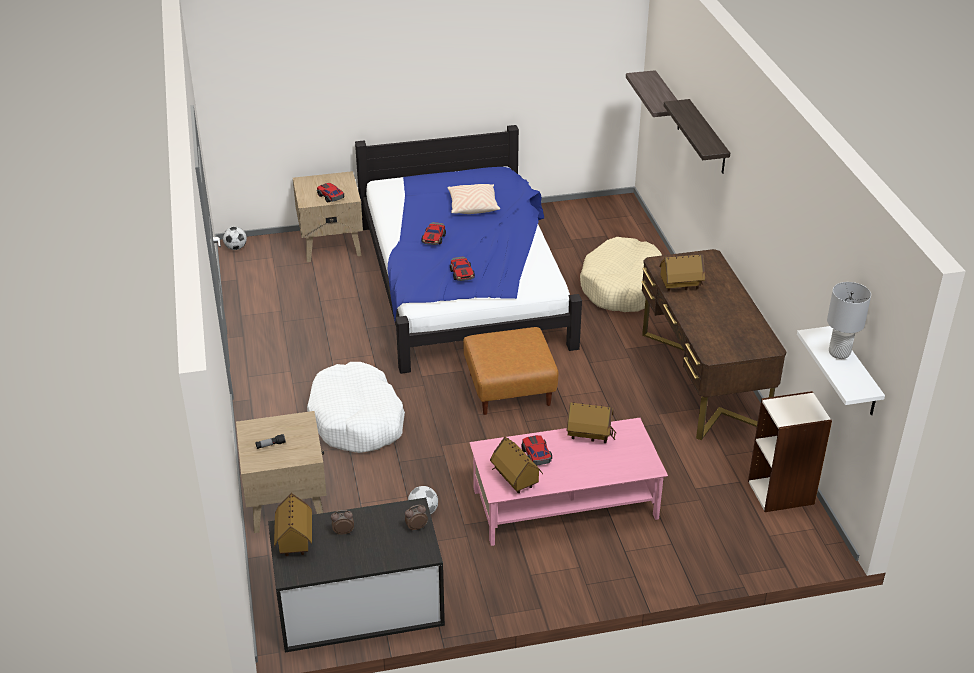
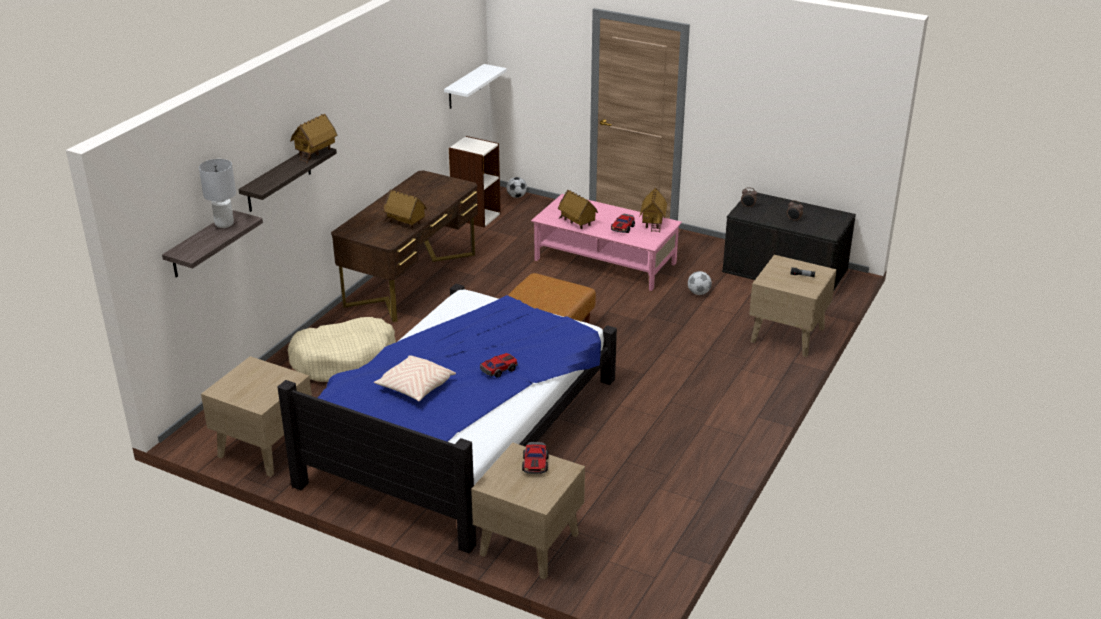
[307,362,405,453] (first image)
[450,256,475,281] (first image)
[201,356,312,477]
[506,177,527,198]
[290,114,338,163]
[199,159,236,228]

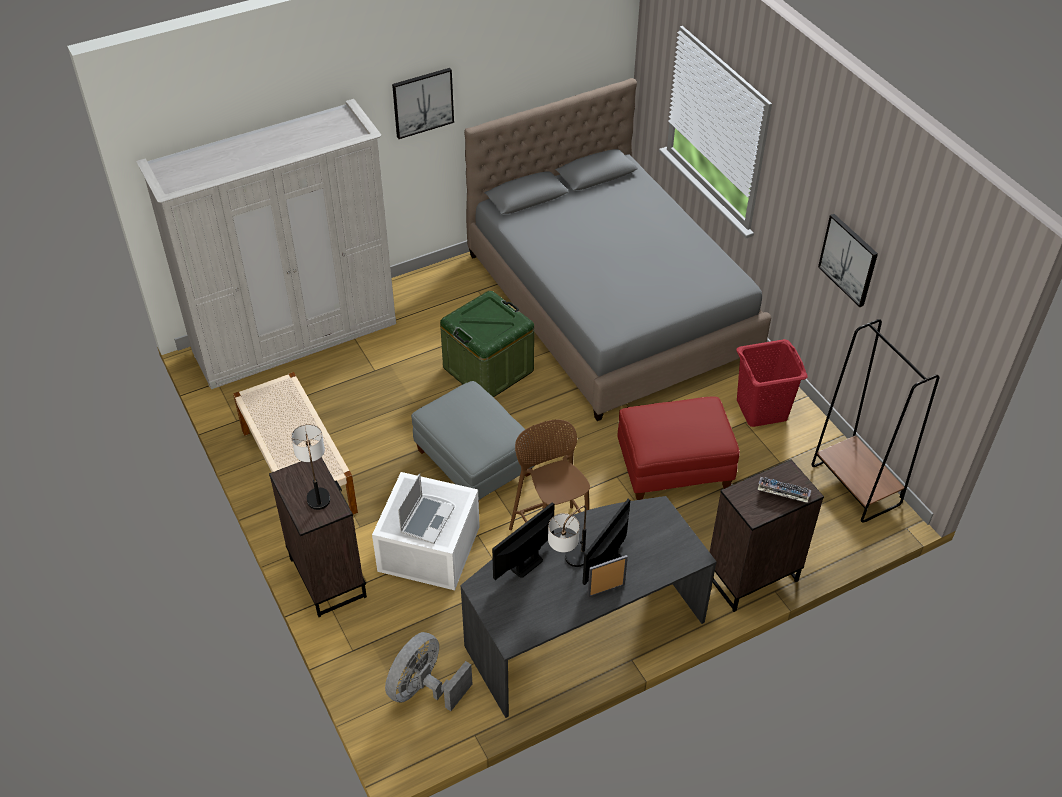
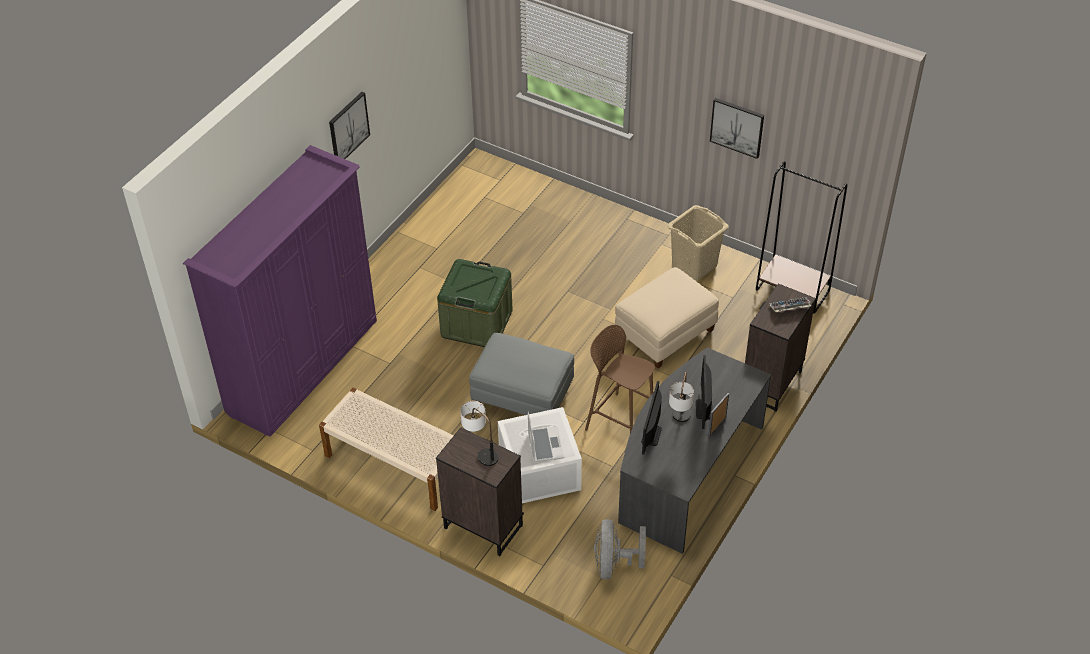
[464,78,771,421] (first image)
[183,145,377,437]
[615,267,719,368]
[667,205,729,281]

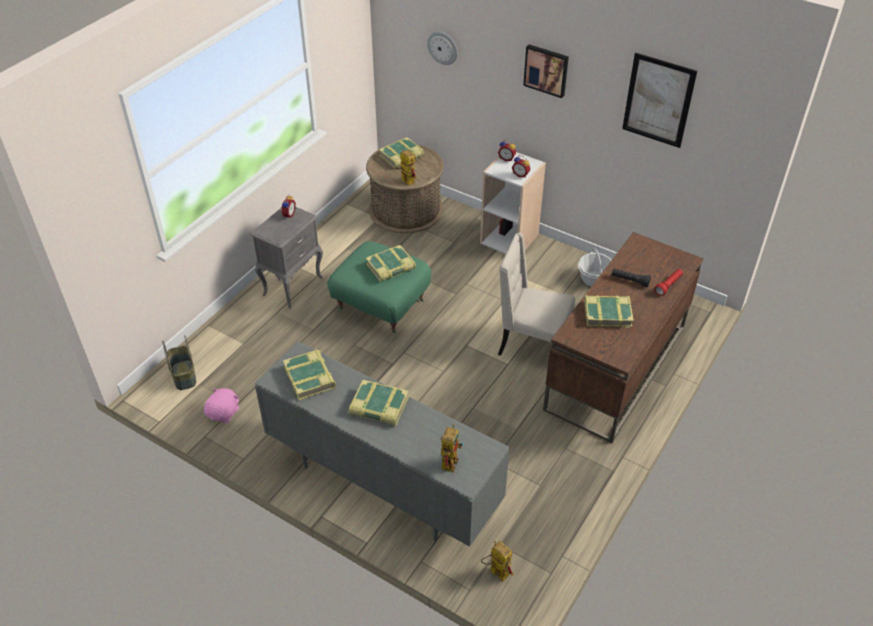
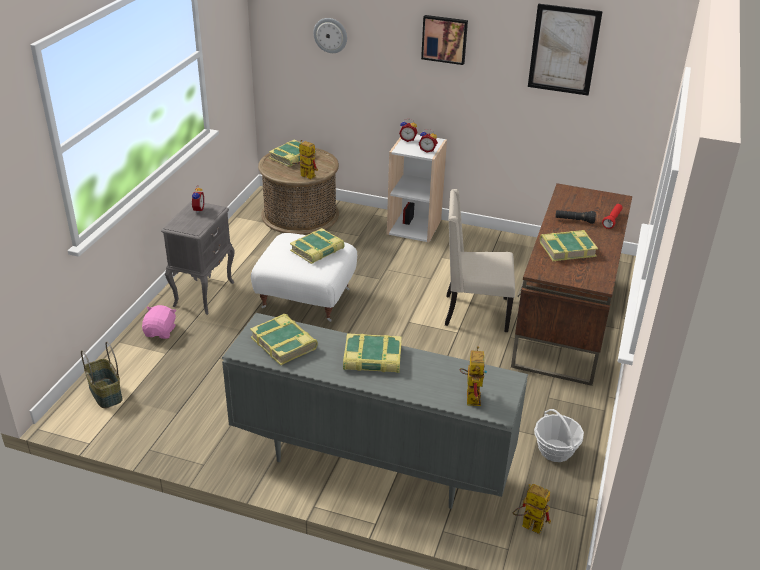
[142,305,176,339]
[534,409,584,462]
[251,233,357,322]

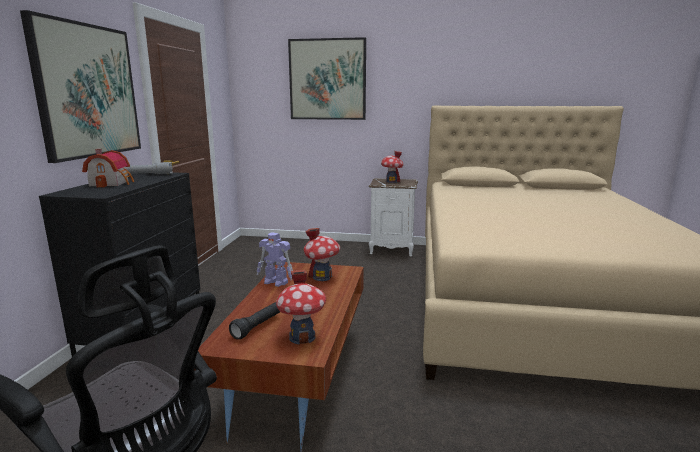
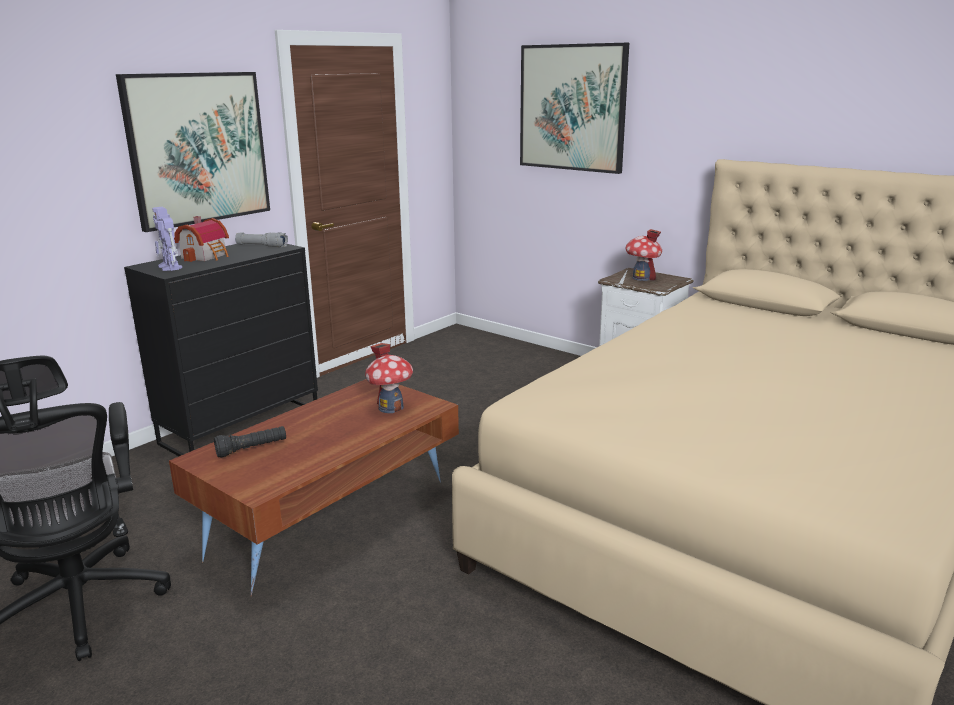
[276,270,326,344] (first image)
[152,207,182,271]

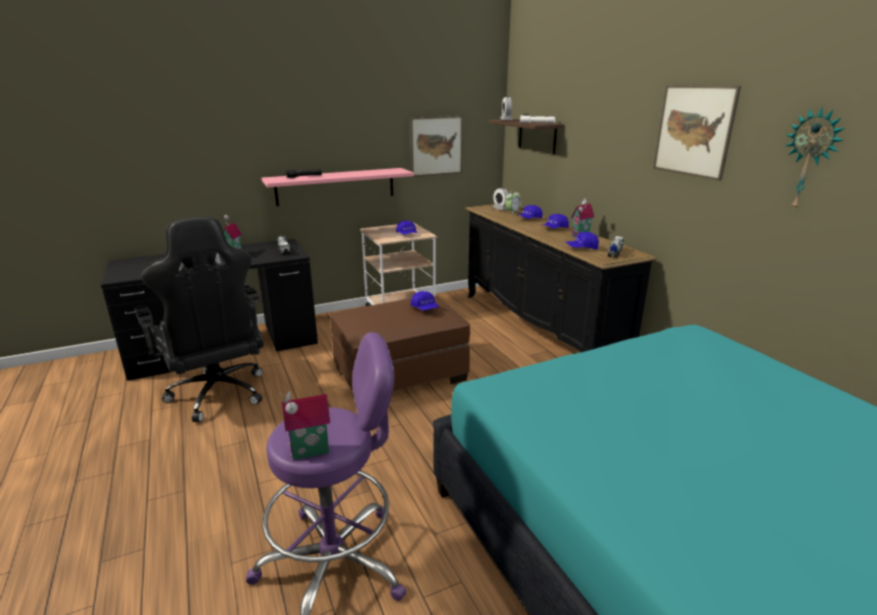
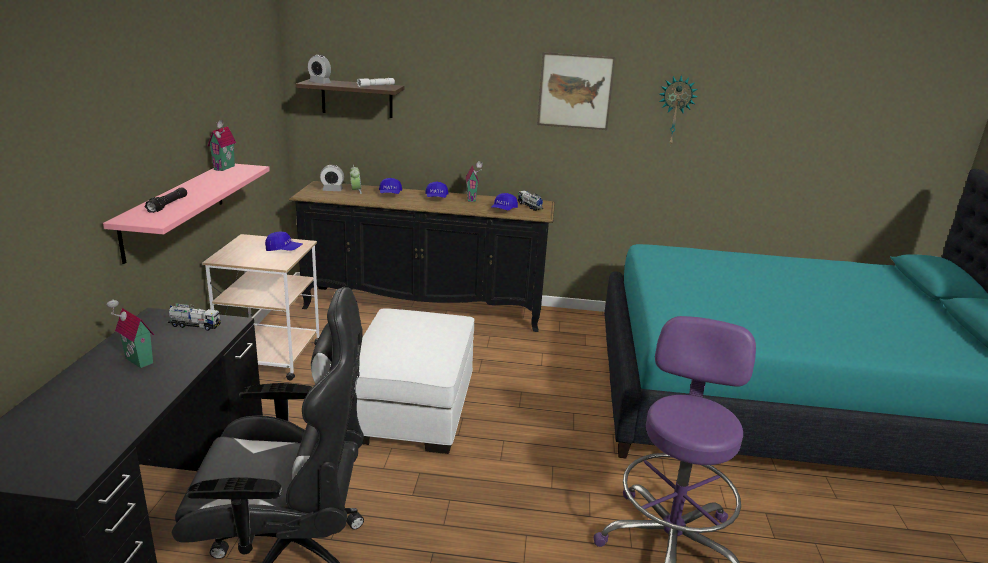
[410,116,463,177] (first image)
[411,291,439,311] (first image)
[207,120,236,171]
[355,308,475,454]

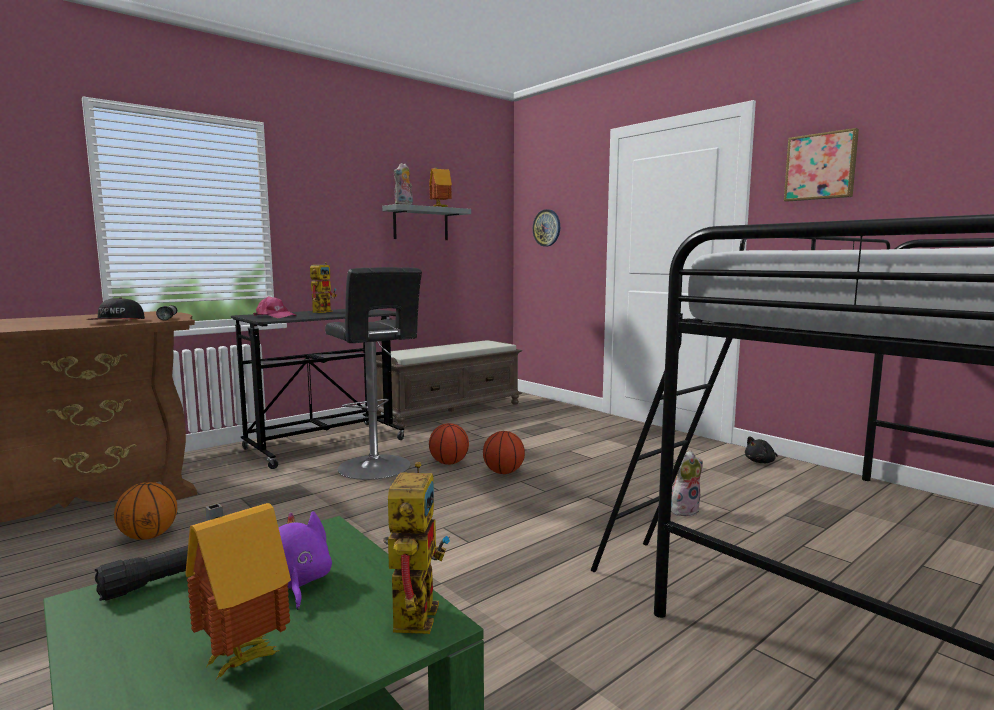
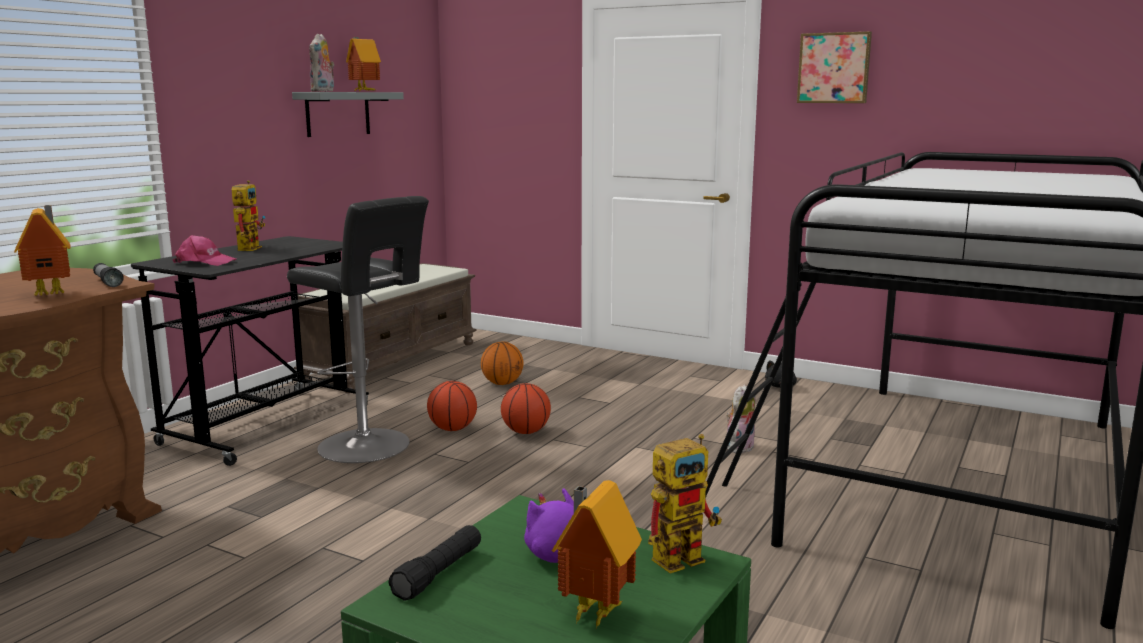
[533,209,560,247] (first image)
[481,341,524,385]
[14,205,70,296]
[648,434,722,574]

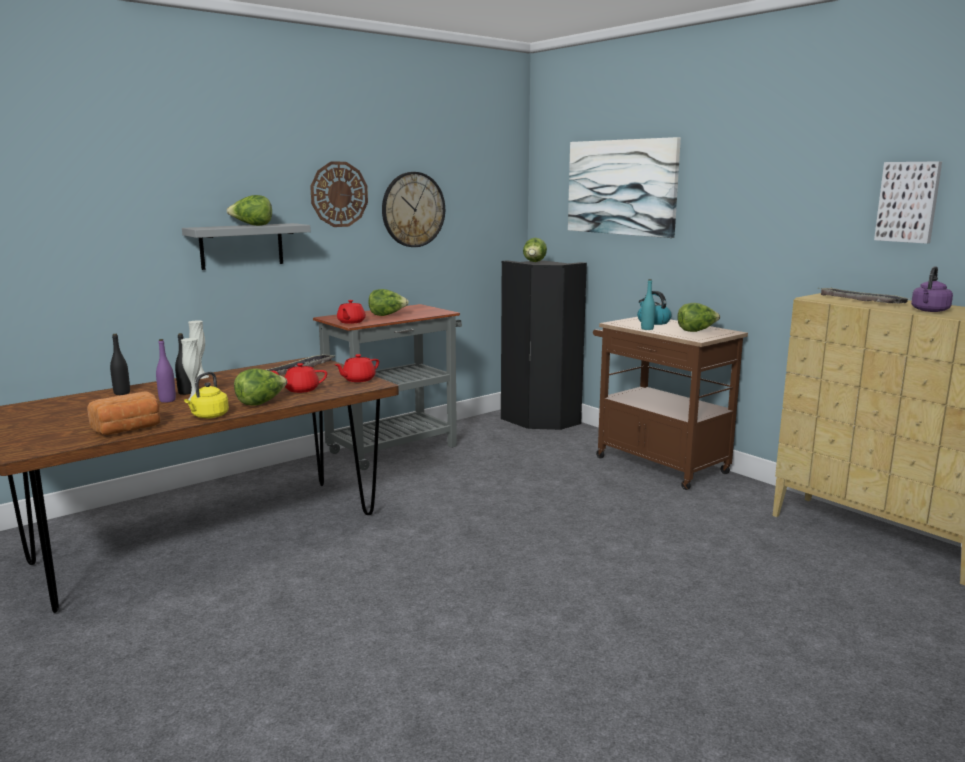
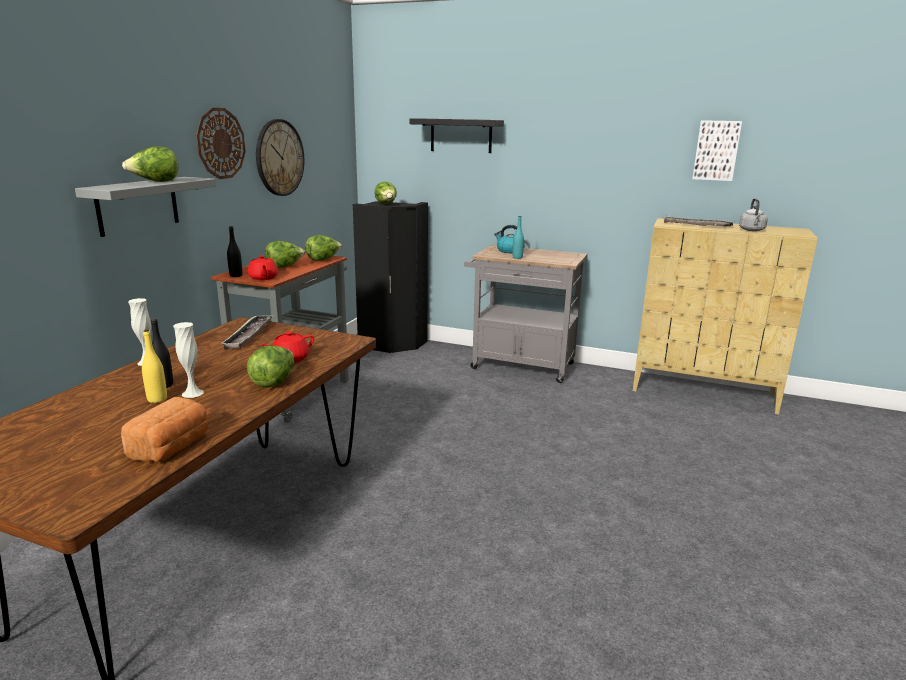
[184,372,229,418] (first image)
[334,354,379,382] (first image)
[227,226,242,277]
[305,235,342,261]
[409,118,504,153]
[142,329,167,403]
[464,245,587,383]
[739,198,768,231]

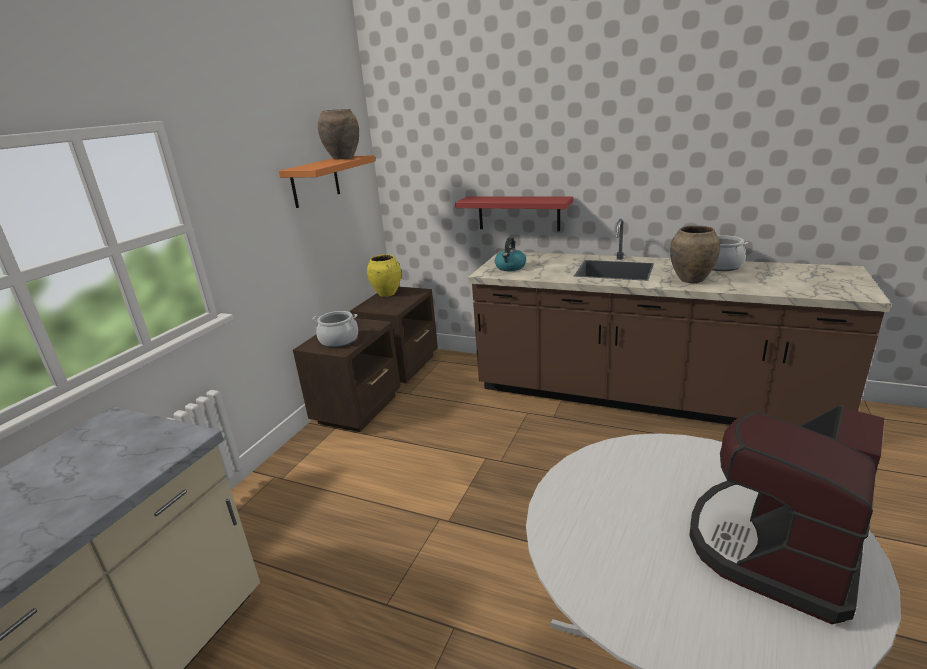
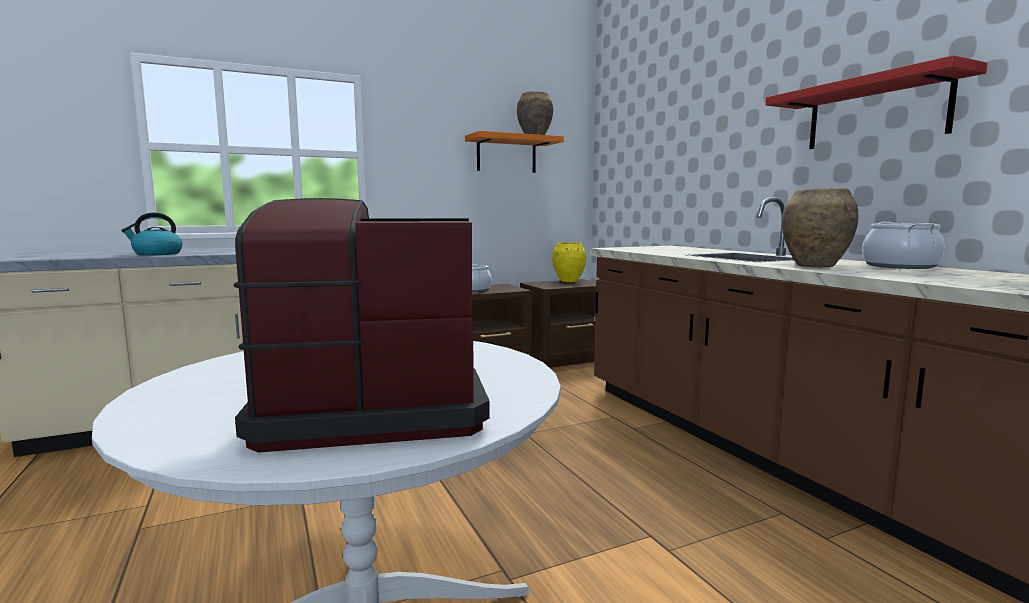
[766,55,987,149]
[121,213,183,256]

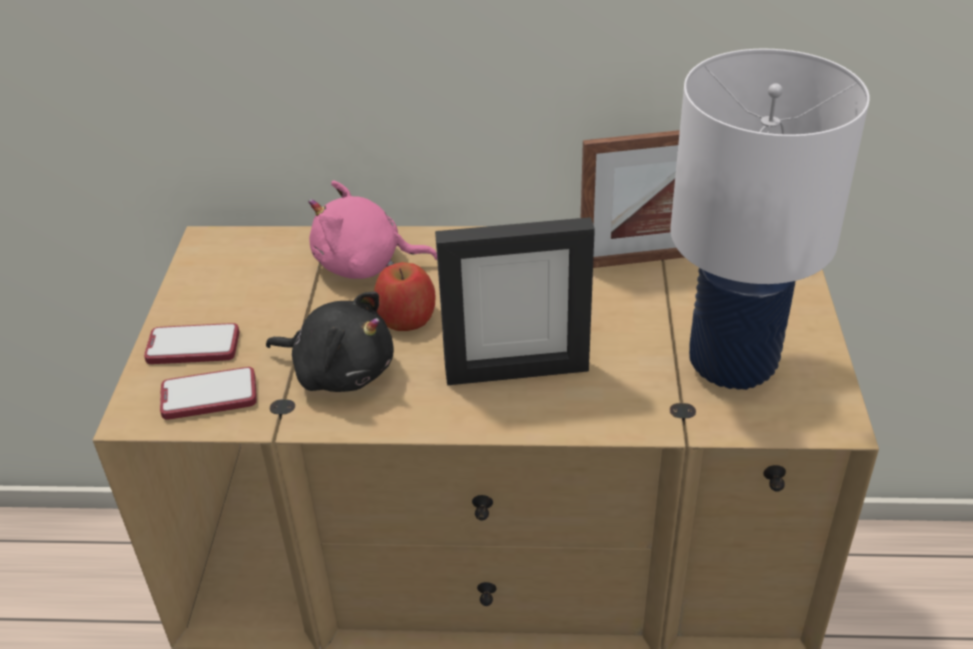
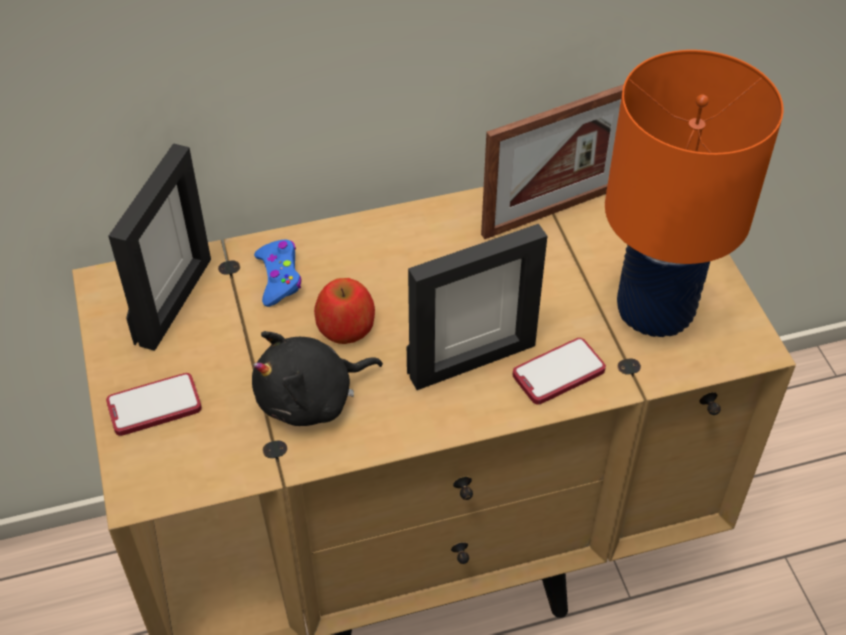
[108,143,211,351]
[513,338,606,405]
[254,240,301,307]
[605,50,784,337]
[252,331,383,426]

